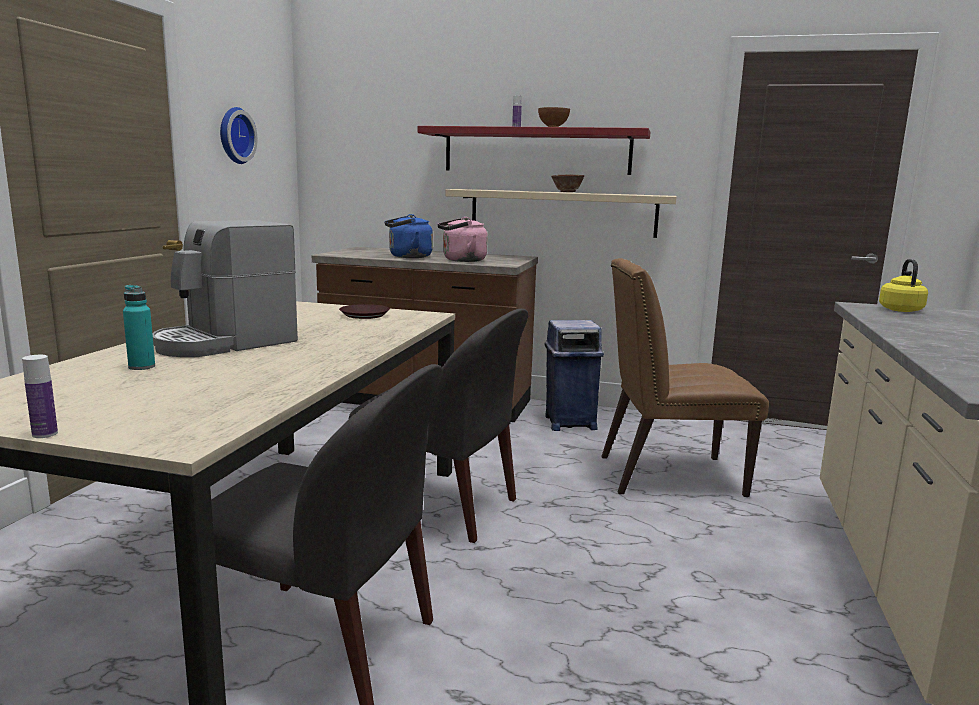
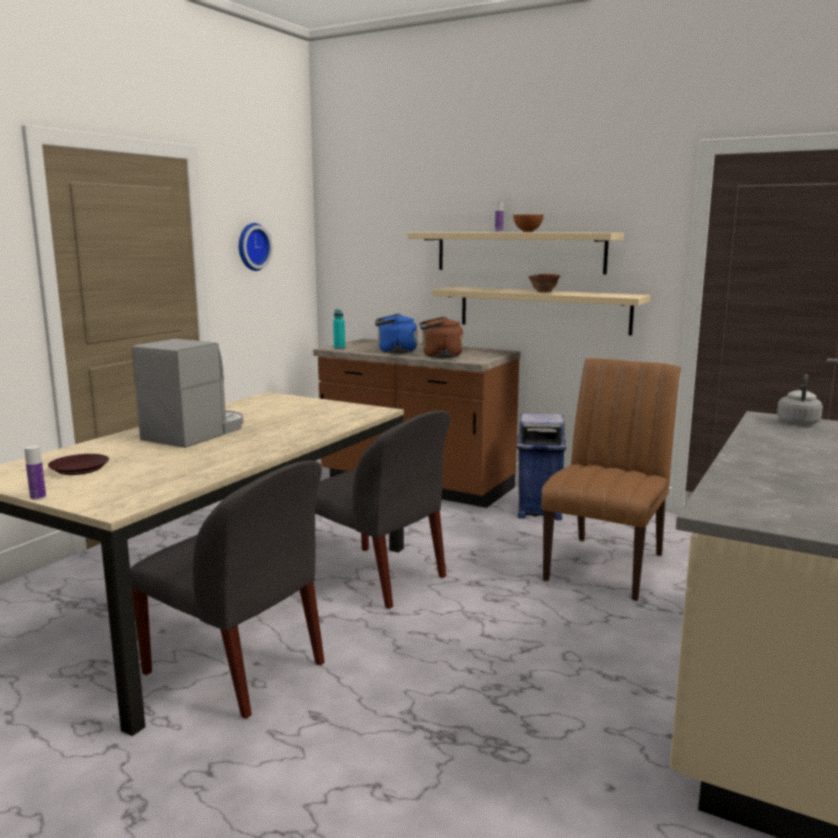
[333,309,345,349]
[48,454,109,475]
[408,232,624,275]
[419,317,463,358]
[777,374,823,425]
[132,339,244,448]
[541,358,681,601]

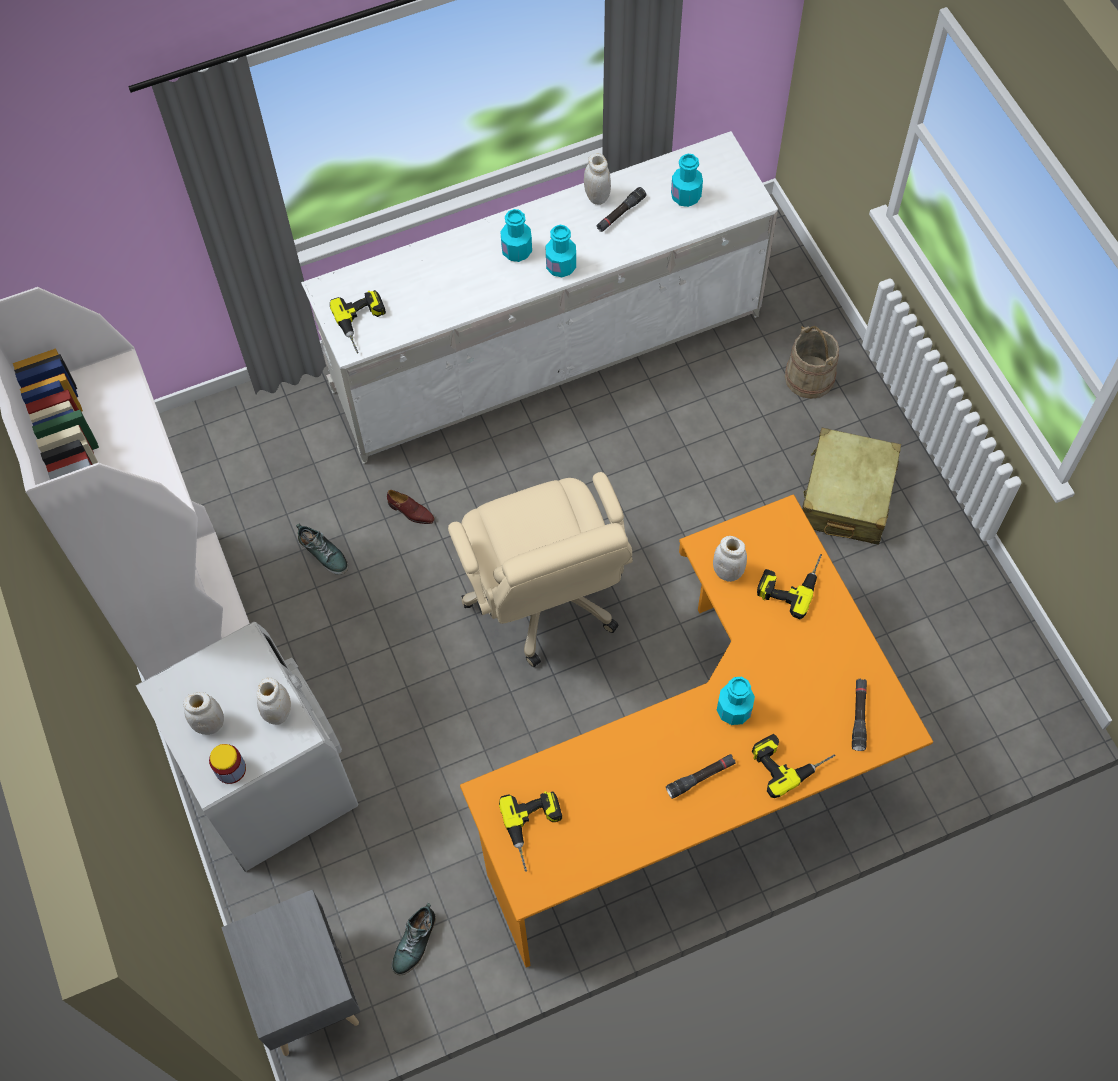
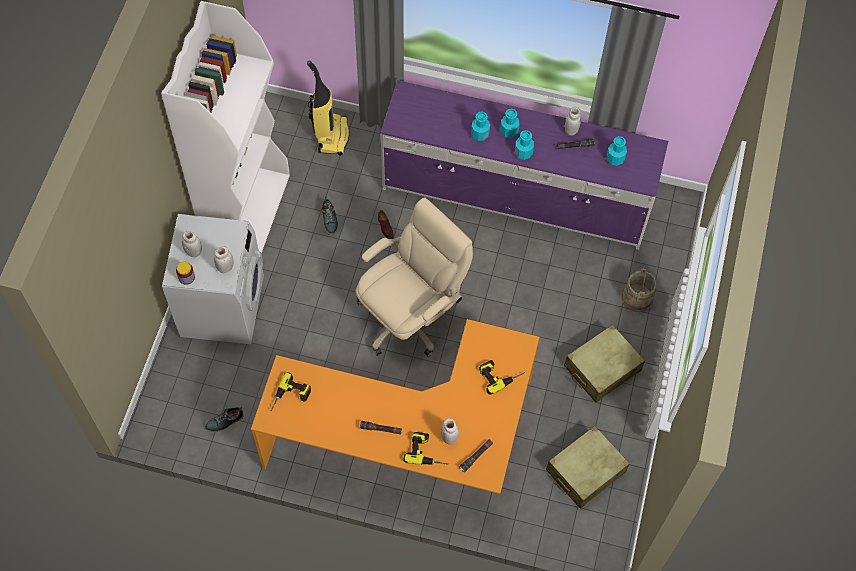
[221,889,361,1056] (first image)
[330,290,386,353] (first image)
[307,61,349,156]
[546,426,630,509]
[441,418,459,445]
[471,112,490,141]
[381,80,668,250]
[356,197,473,357]

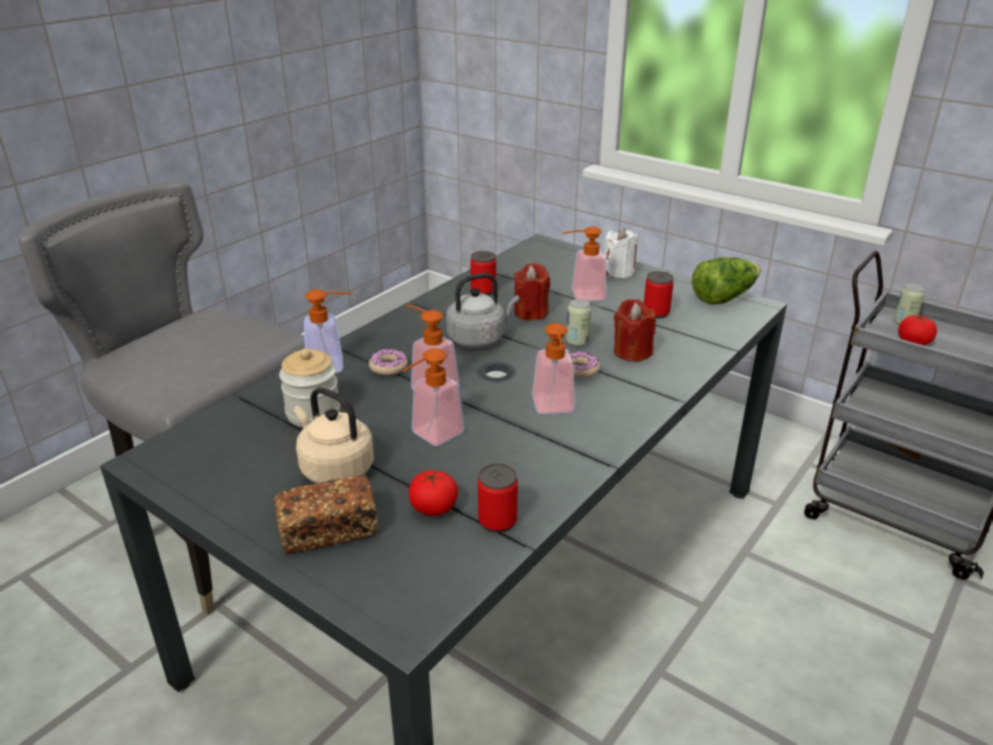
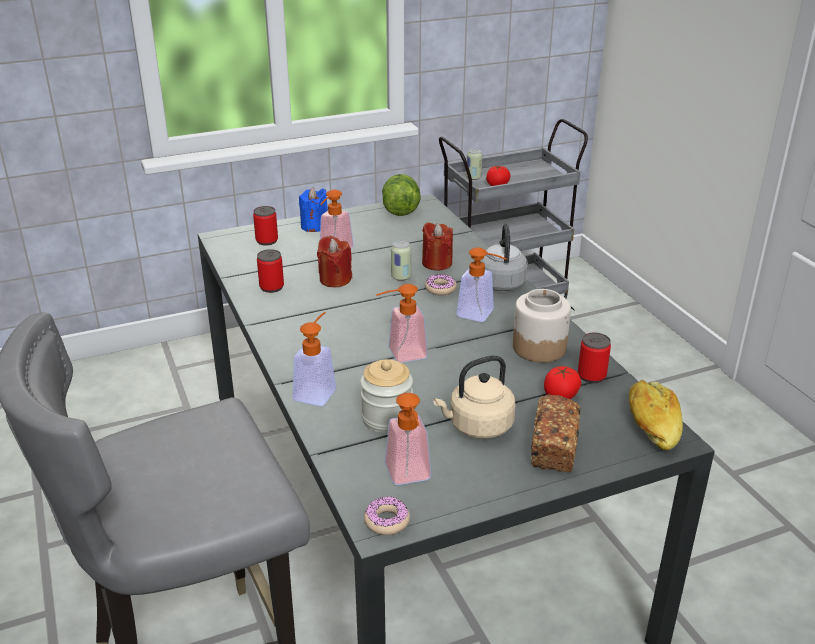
[513,289,571,363]
[629,379,683,450]
[364,497,410,535]
[385,393,431,485]
[480,224,528,291]
[253,206,278,245]
[299,187,328,232]

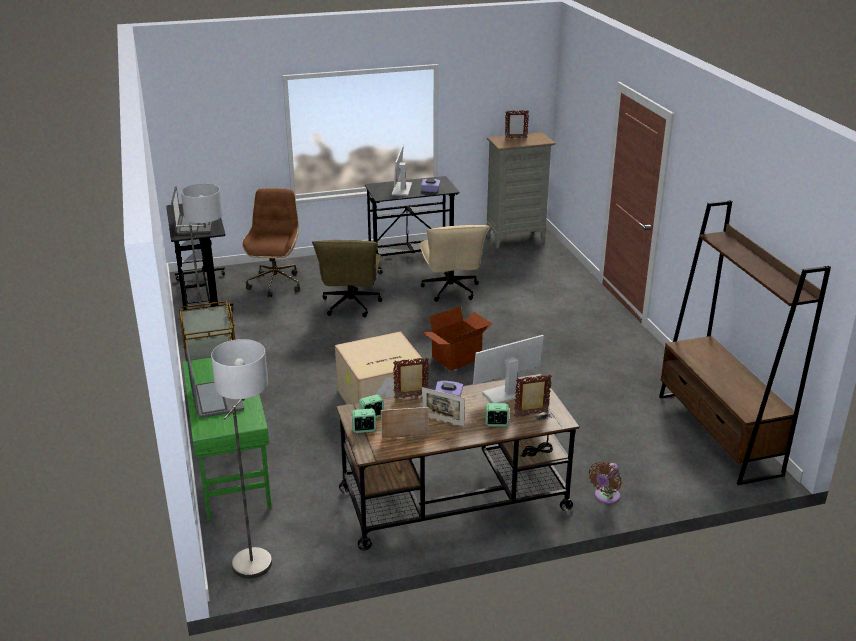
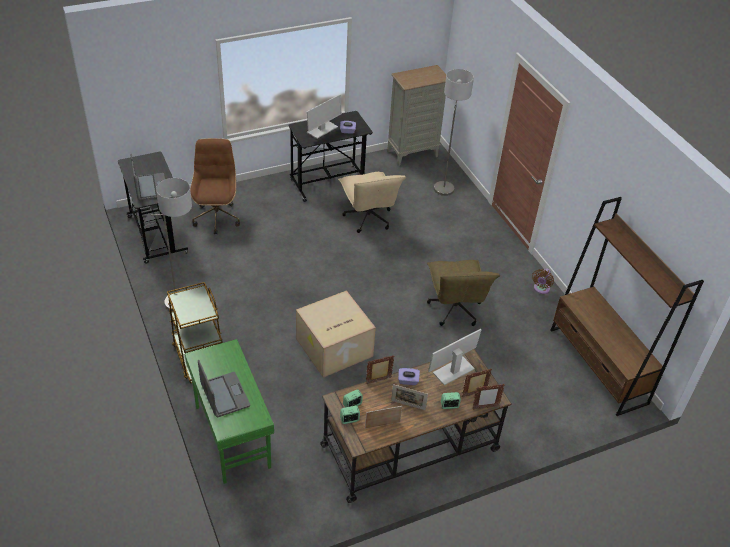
[421,306,493,371] (first image)
[434,69,474,196]
[427,260,500,326]
[472,384,504,410]
[532,268,554,294]
[307,94,342,139]

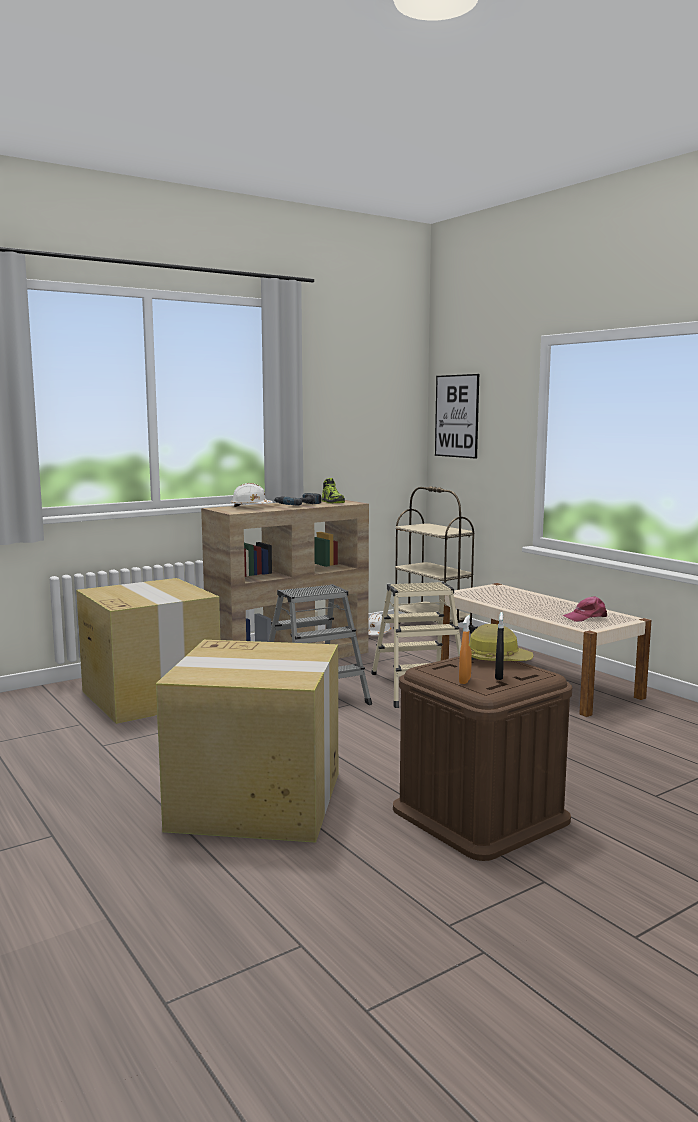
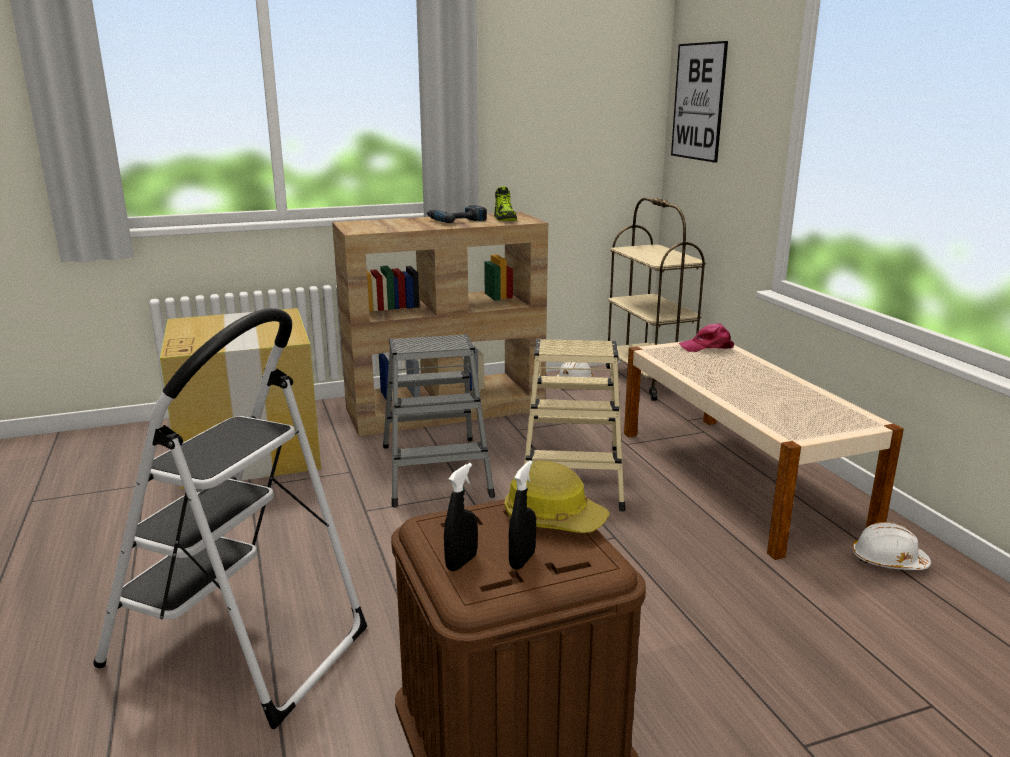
[852,522,931,570]
[679,323,734,352]
[93,308,367,729]
[444,463,478,571]

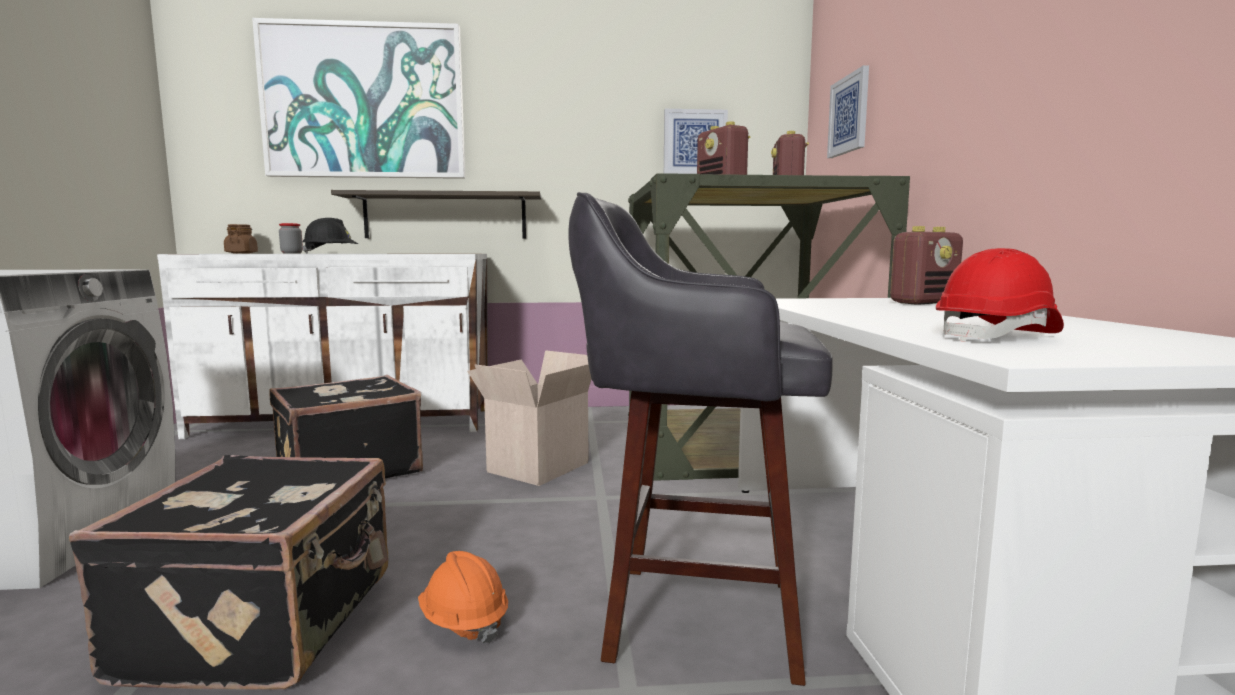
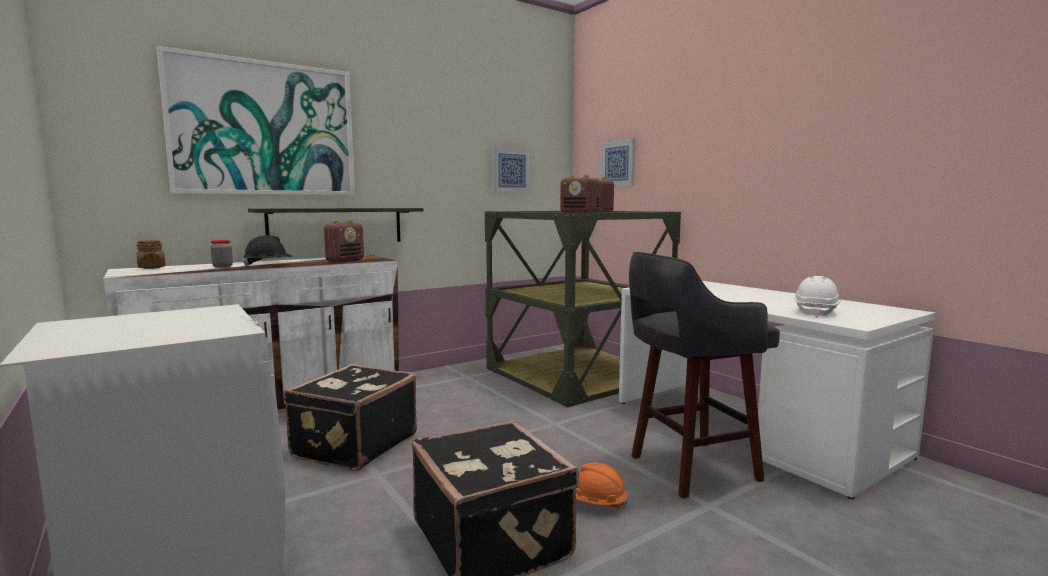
[467,350,591,486] (first image)
[324,220,364,262]
[794,276,841,317]

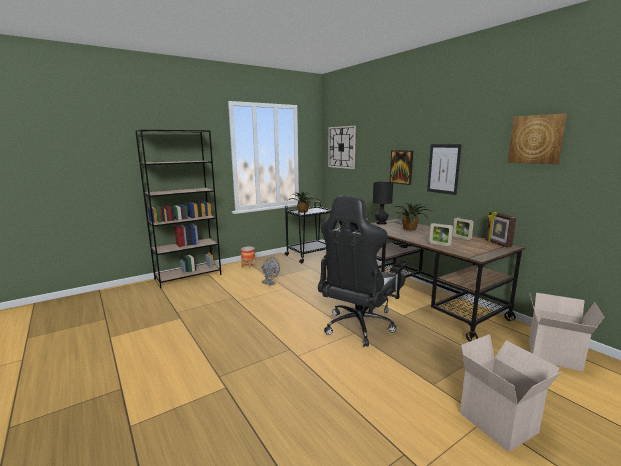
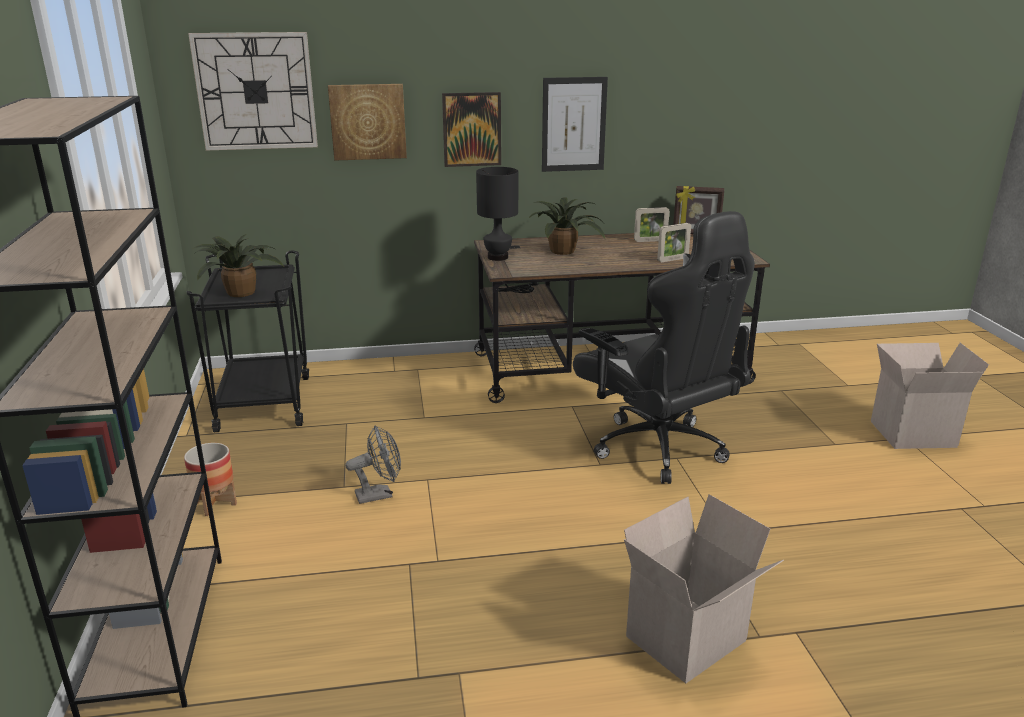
[328,84,407,161]
[624,494,784,683]

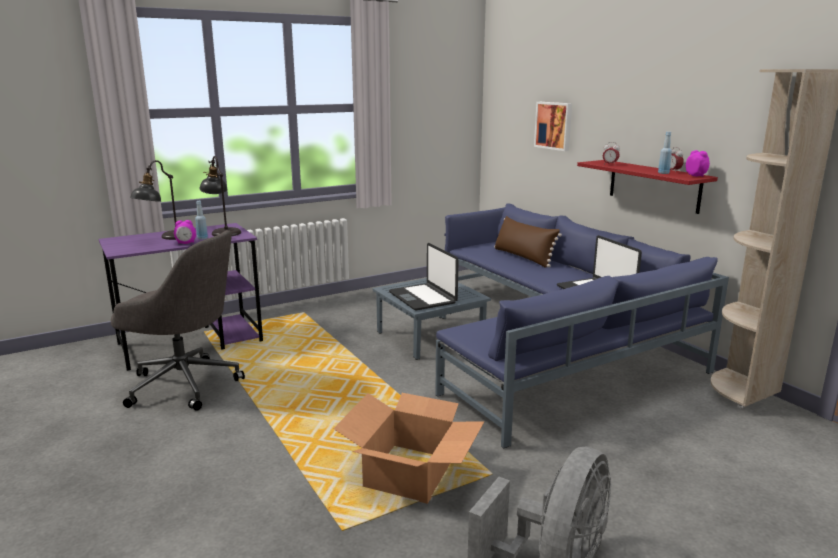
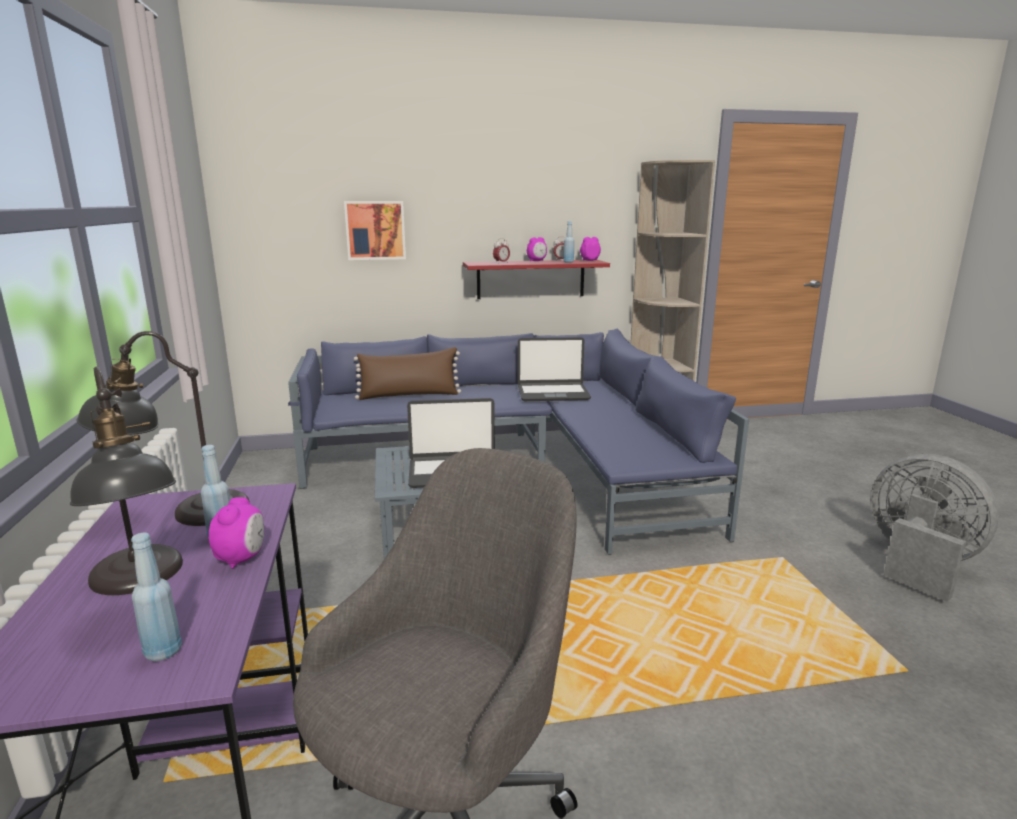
[333,393,484,504] (first image)
[131,533,182,661]
[527,237,547,261]

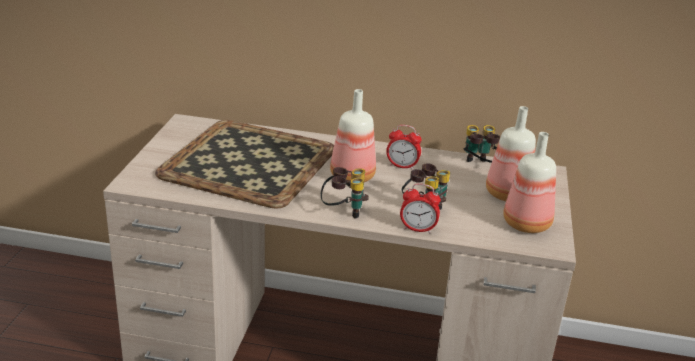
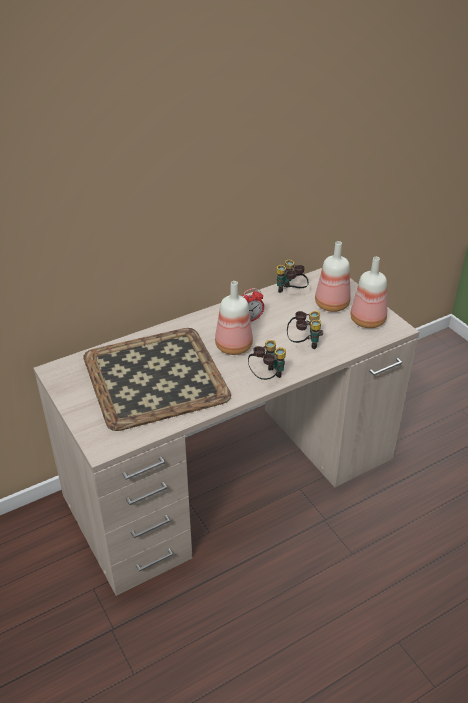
[400,184,441,233] (first image)

